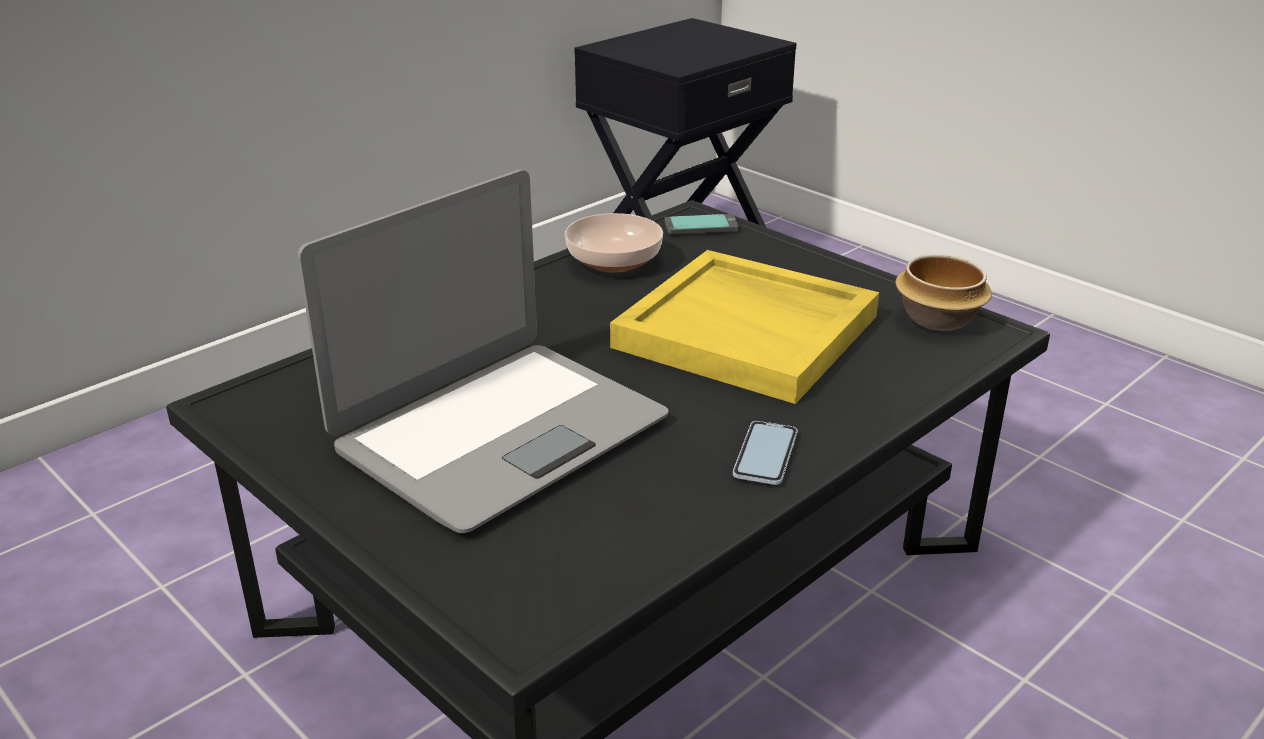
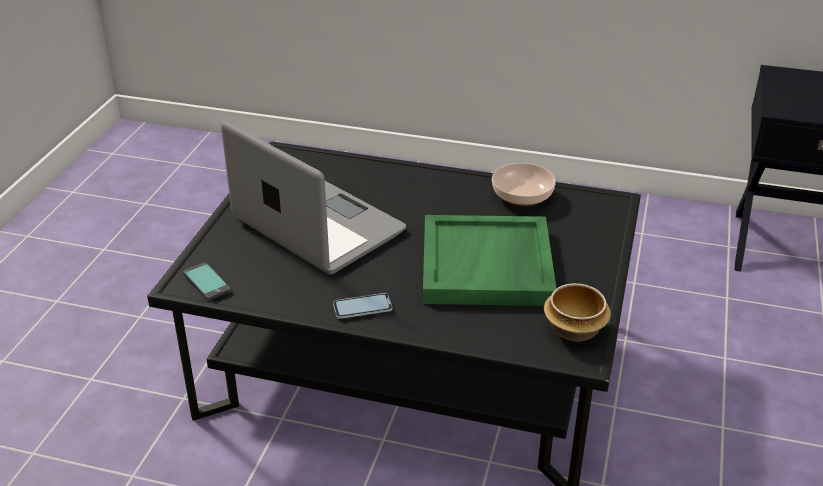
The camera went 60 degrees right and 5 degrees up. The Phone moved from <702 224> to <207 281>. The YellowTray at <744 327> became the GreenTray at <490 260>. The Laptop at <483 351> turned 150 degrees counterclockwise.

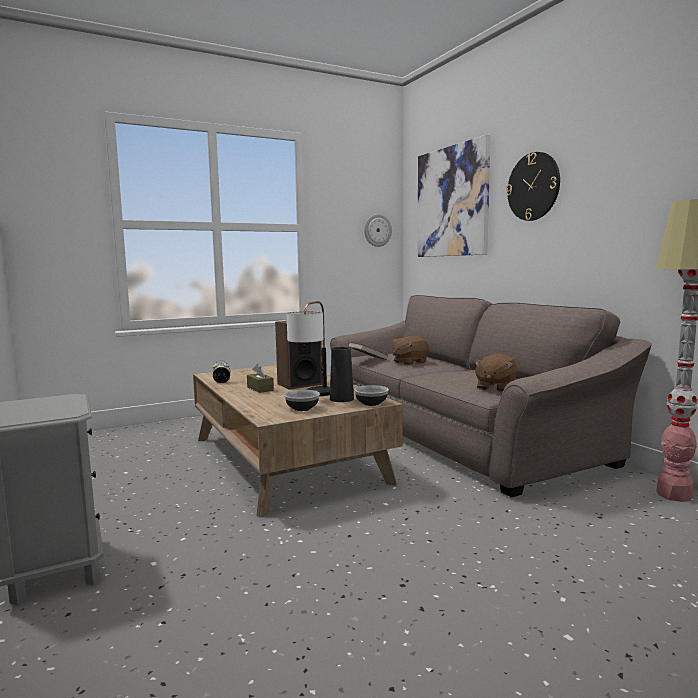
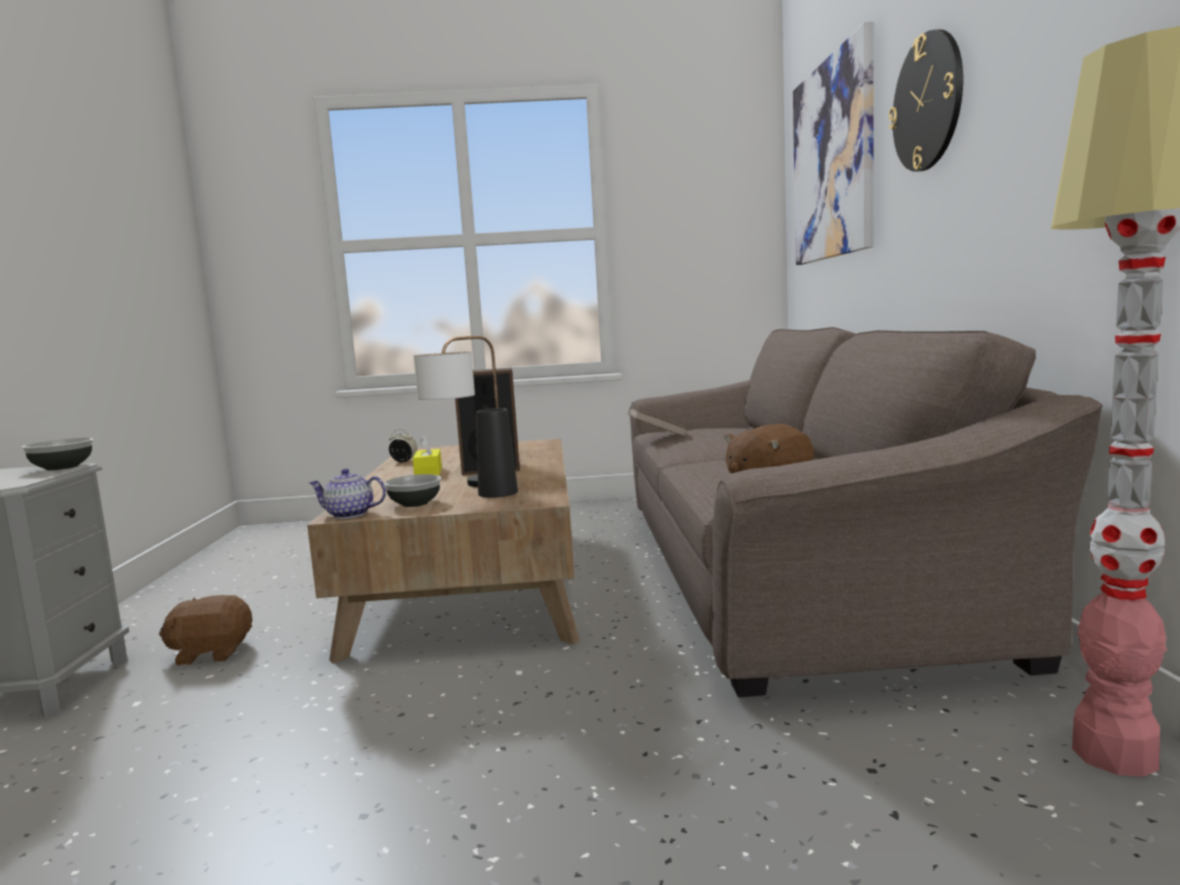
The camera went 25 degrees right and 0 degrees up. The WallClock at <378 230> disappeared. The Teapot at <347 494> appeared. The Bowl moved from <371 395> to <57 454>. The BrownPlushToy moved from <410 350> to <205 630>. The BrownTissueBox at <260 378> became the YellowTissueBox at <427 455>.

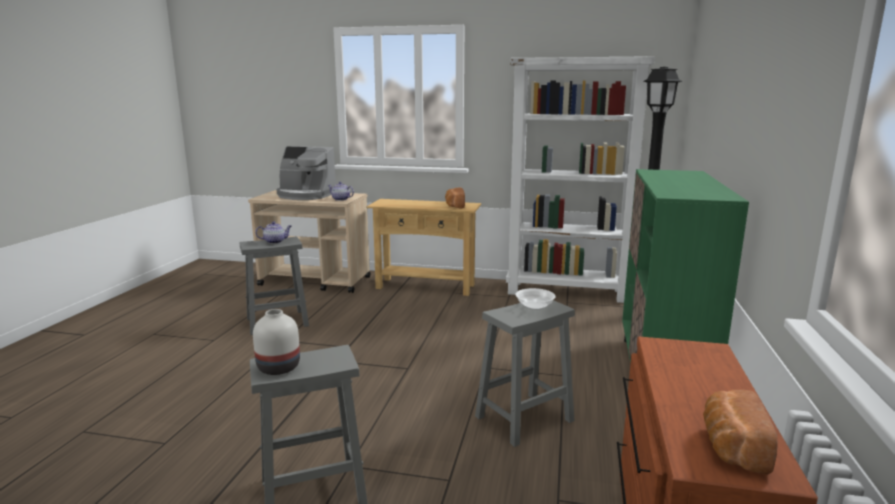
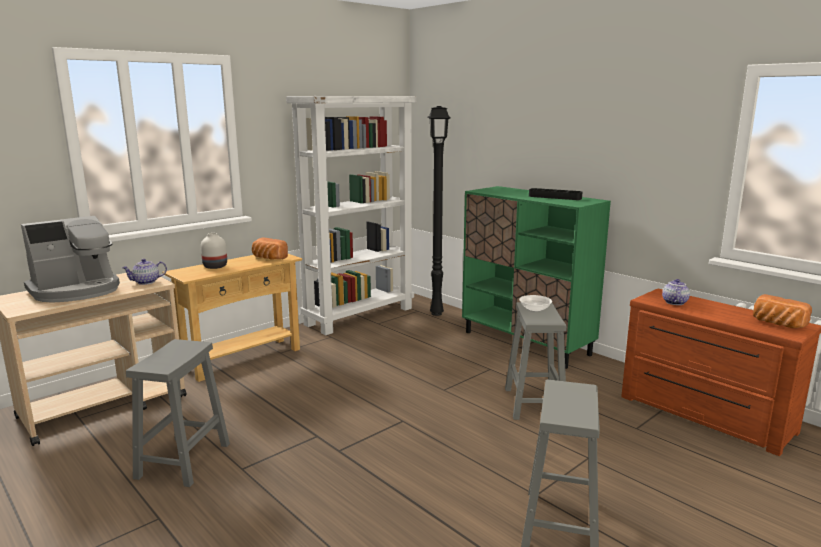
The camera went 55 degrees left and 0 degrees up. The BlackTray at <555 194> appeared. The WhiteVase moved from <276 342> to <214 251>. The Teapot moved from <273 232> to <676 292>.

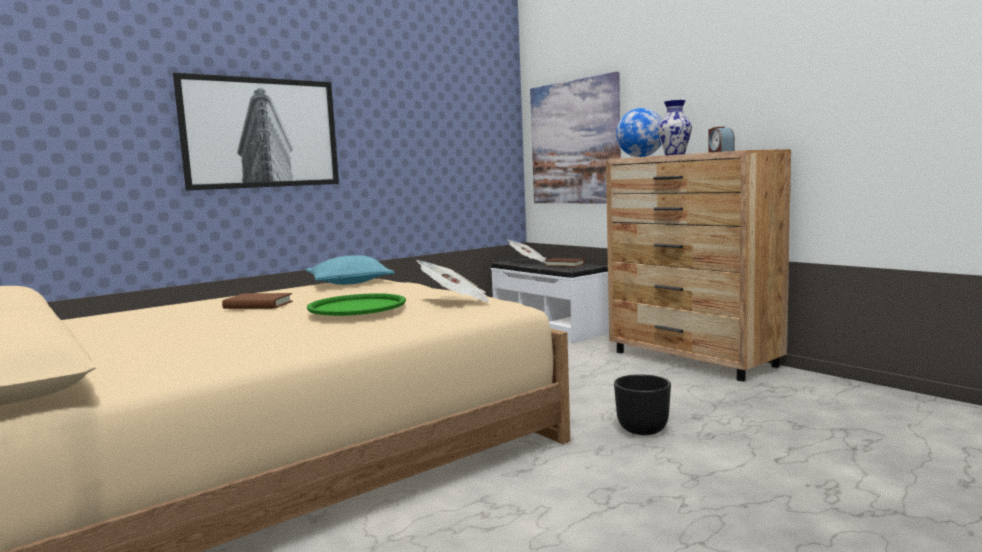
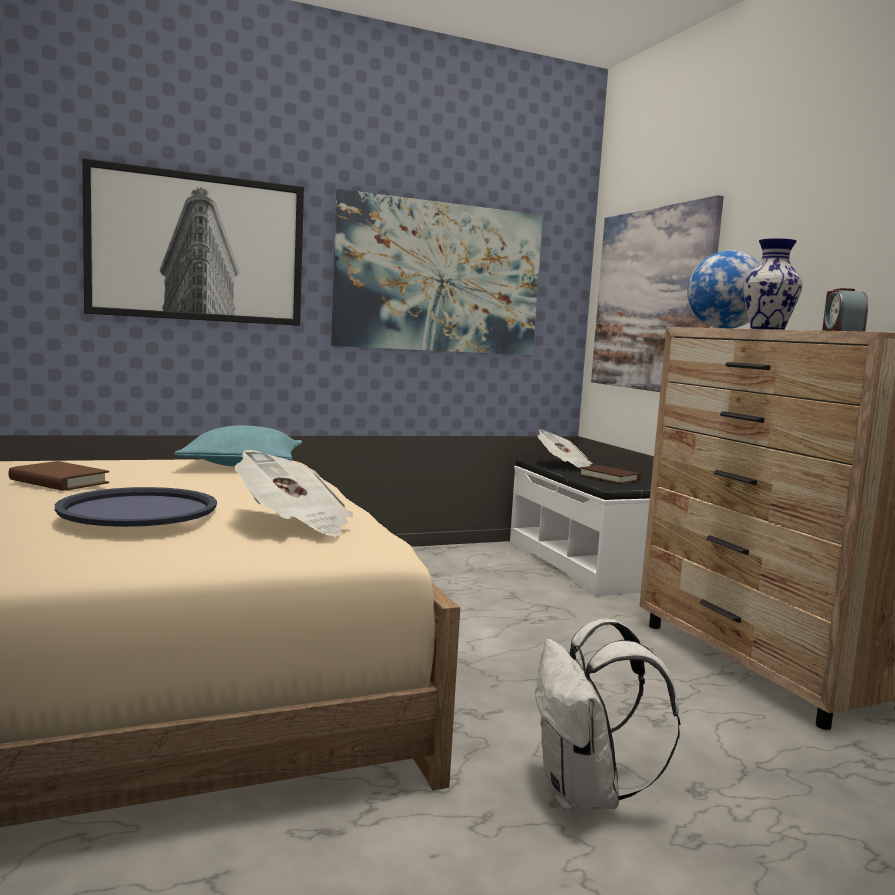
The camera went 15 degrees right and 0 degrees up. The Picture at <437 272> appeared. The BlackPlanter at <642 404> was replaced by the WhiteBackpack at <607 715>. The GreenTray at <356 304> became the BlueTray at <136 507>.

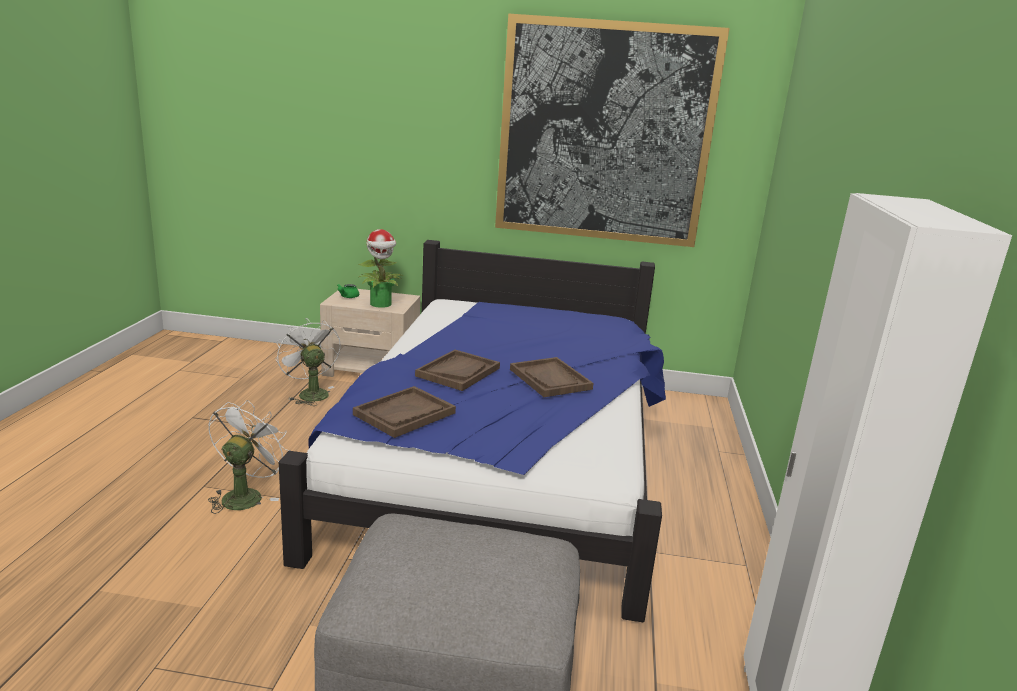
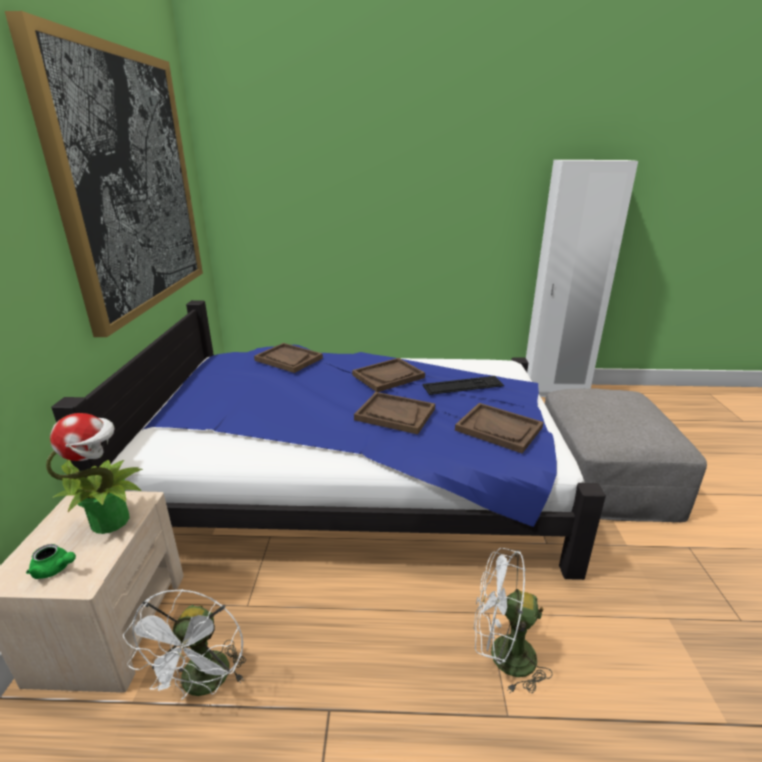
The camera went 95 degrees left and 5 degrees up. The BrownTray at <288 358> appeared. The Keyboard at <463 385> appeared. The WhiteFan at <308 362> turned 45 degrees counterclockwise.

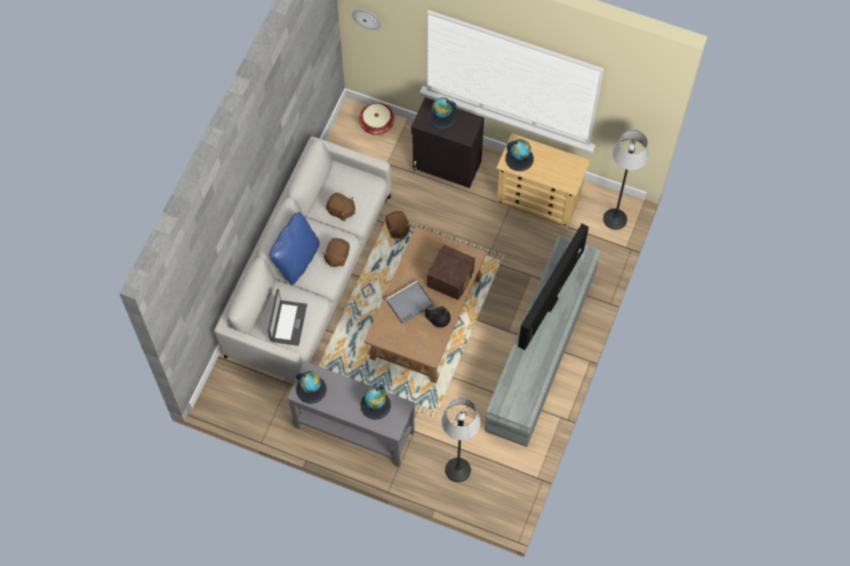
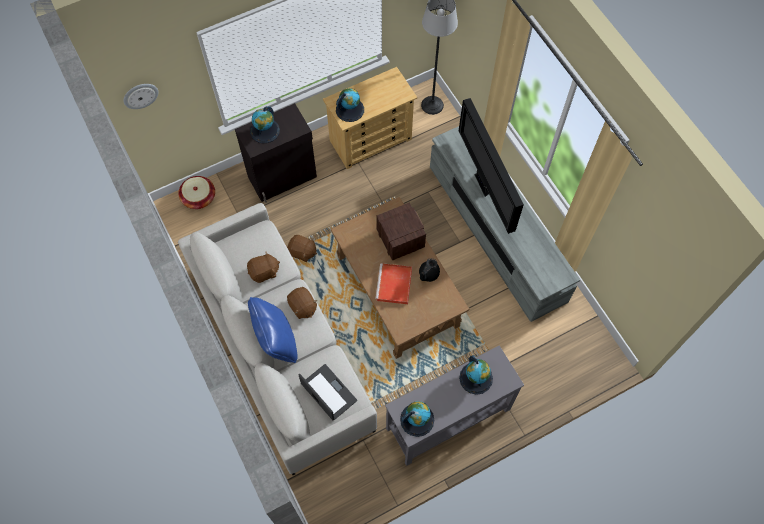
The camera went 50 degrees left and 0 degrees up. The FloorLamp at <461 440> disappeared. The GreyTray at <410 302> became the RedTray at <393 283>.

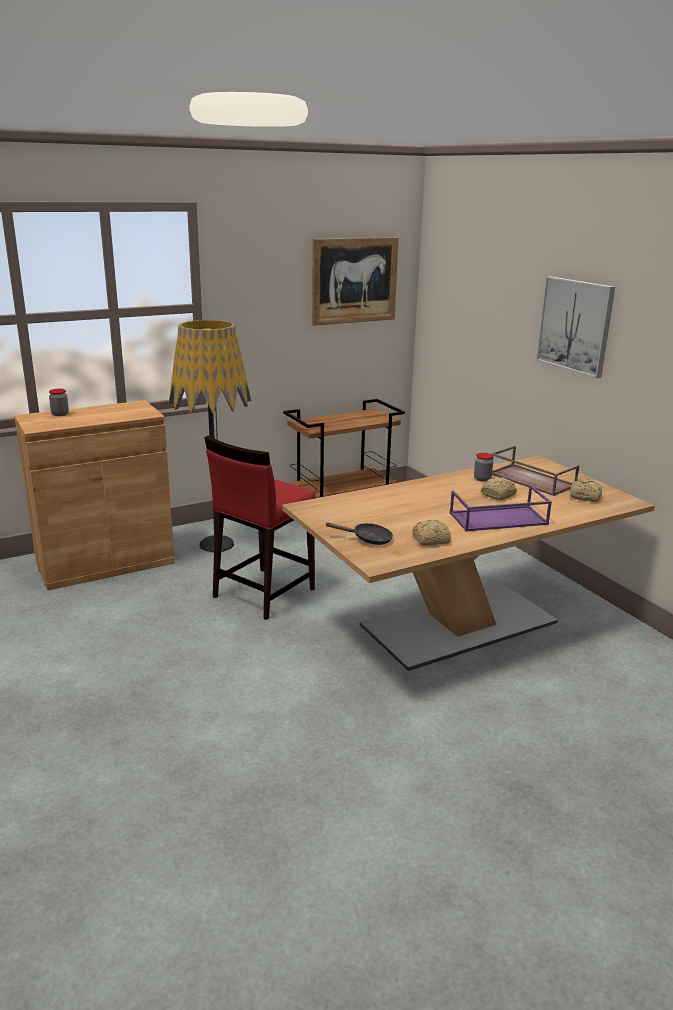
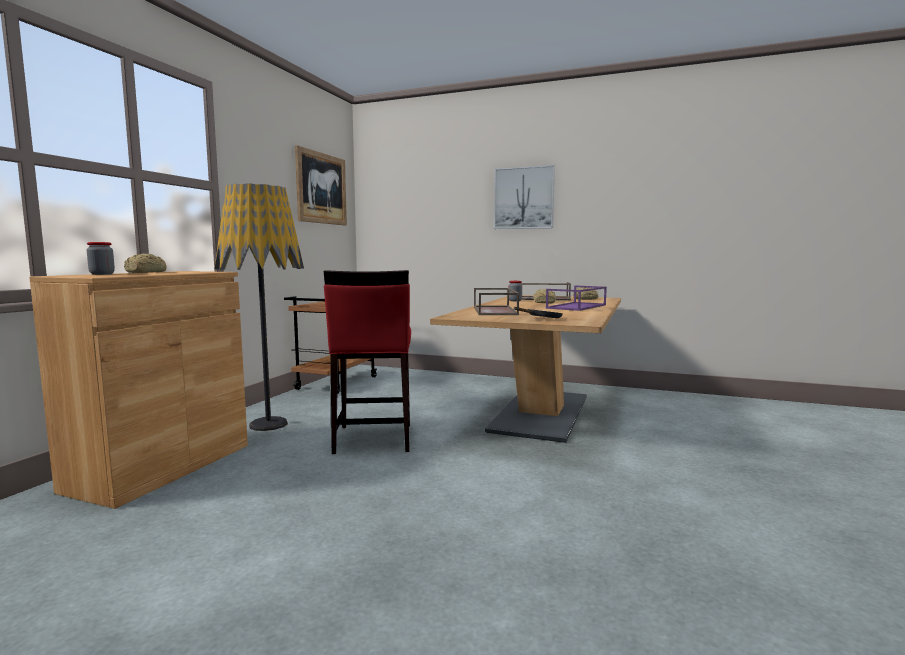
The camera went 40 degrees left and 15 degrees down. The BrownTray at <496 301> appeared. The Bread moved from <431 533> to <145 263>.

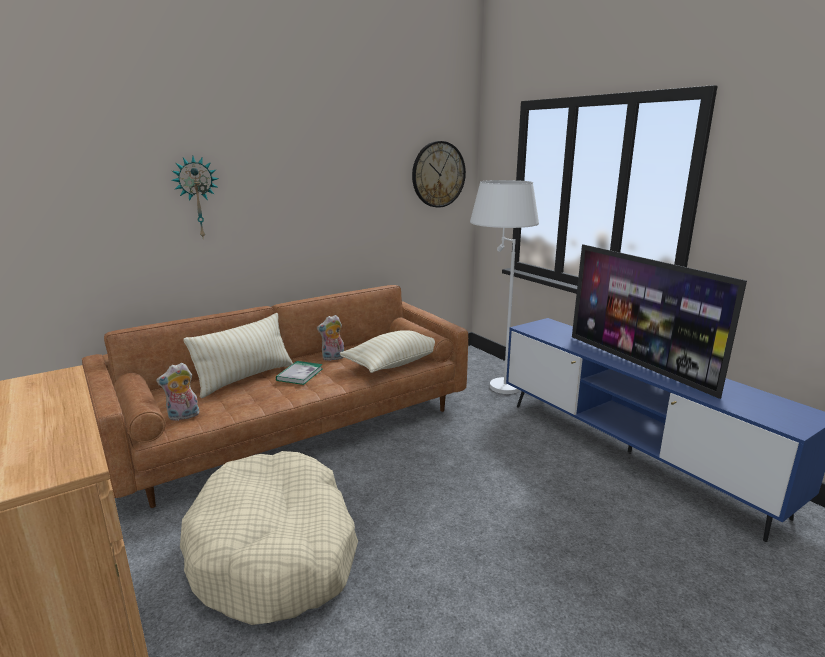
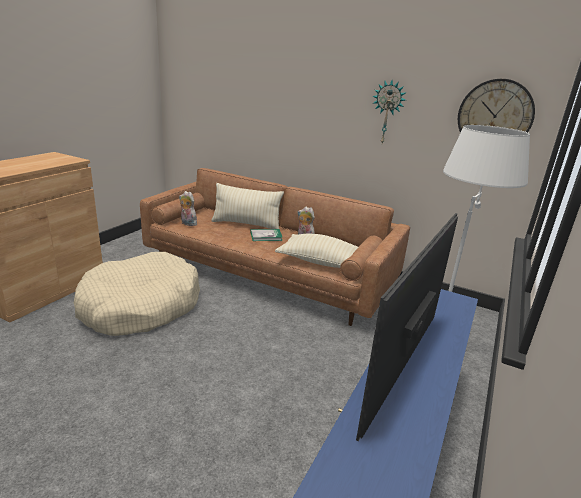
The camera went 60 degrees right and 5 degrees up. The WallClock moved from <195 196> to <388 112>.

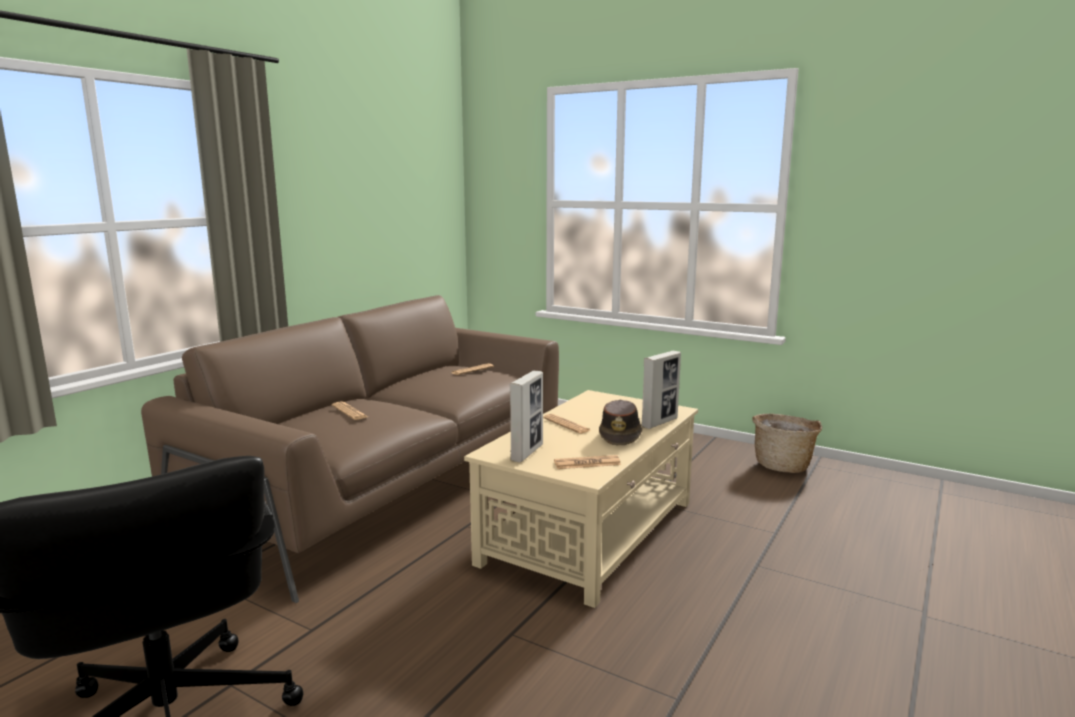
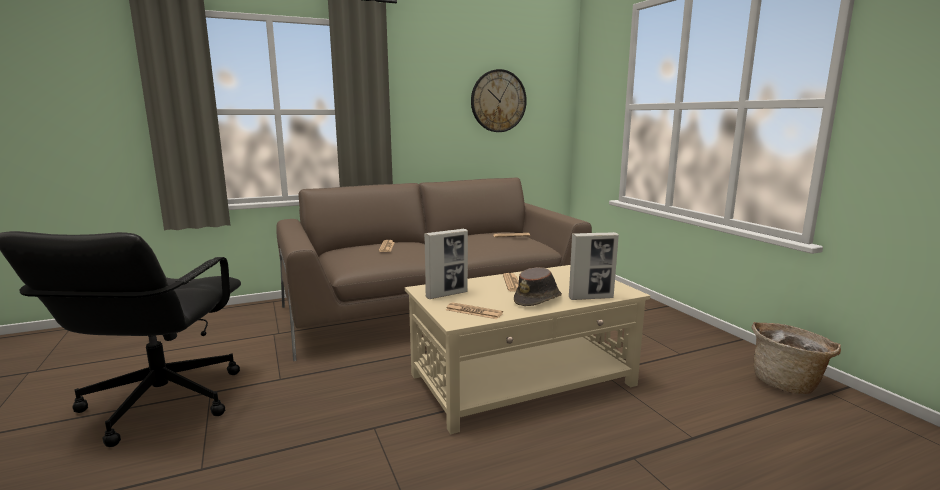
The camera went 35 degrees right and 0 degrees up. The WallClock at <499 100> appeared.

